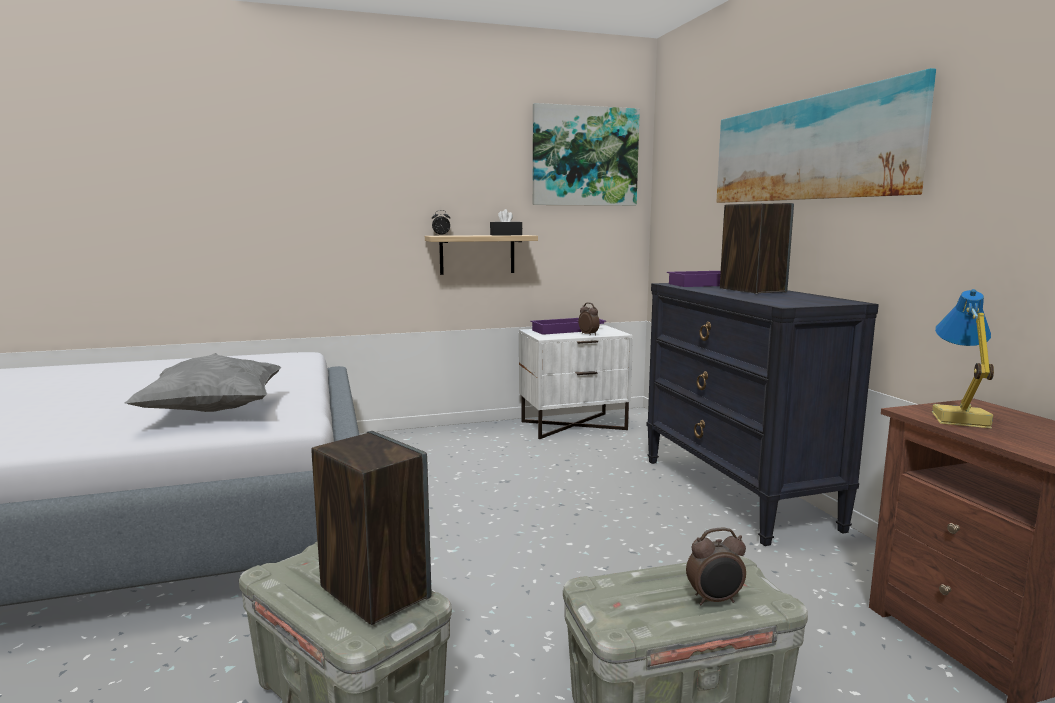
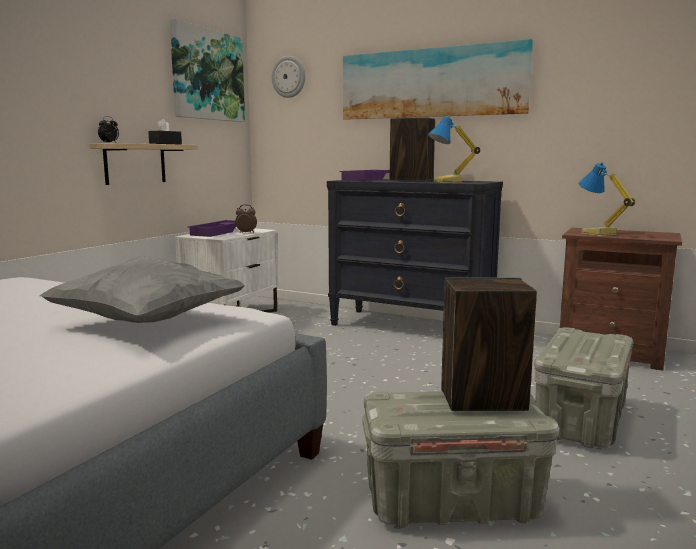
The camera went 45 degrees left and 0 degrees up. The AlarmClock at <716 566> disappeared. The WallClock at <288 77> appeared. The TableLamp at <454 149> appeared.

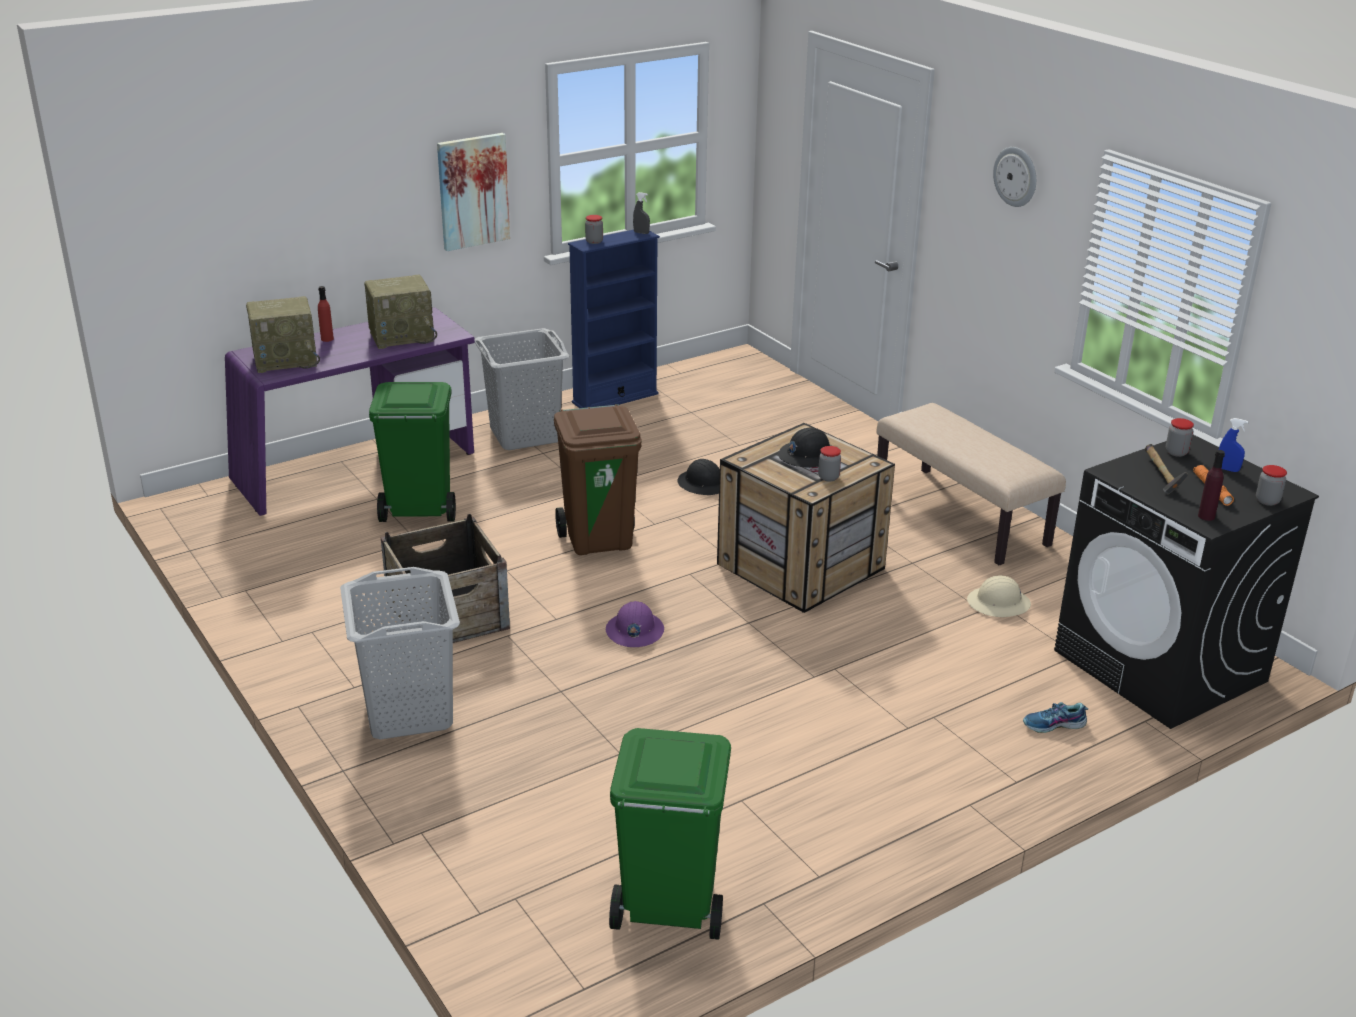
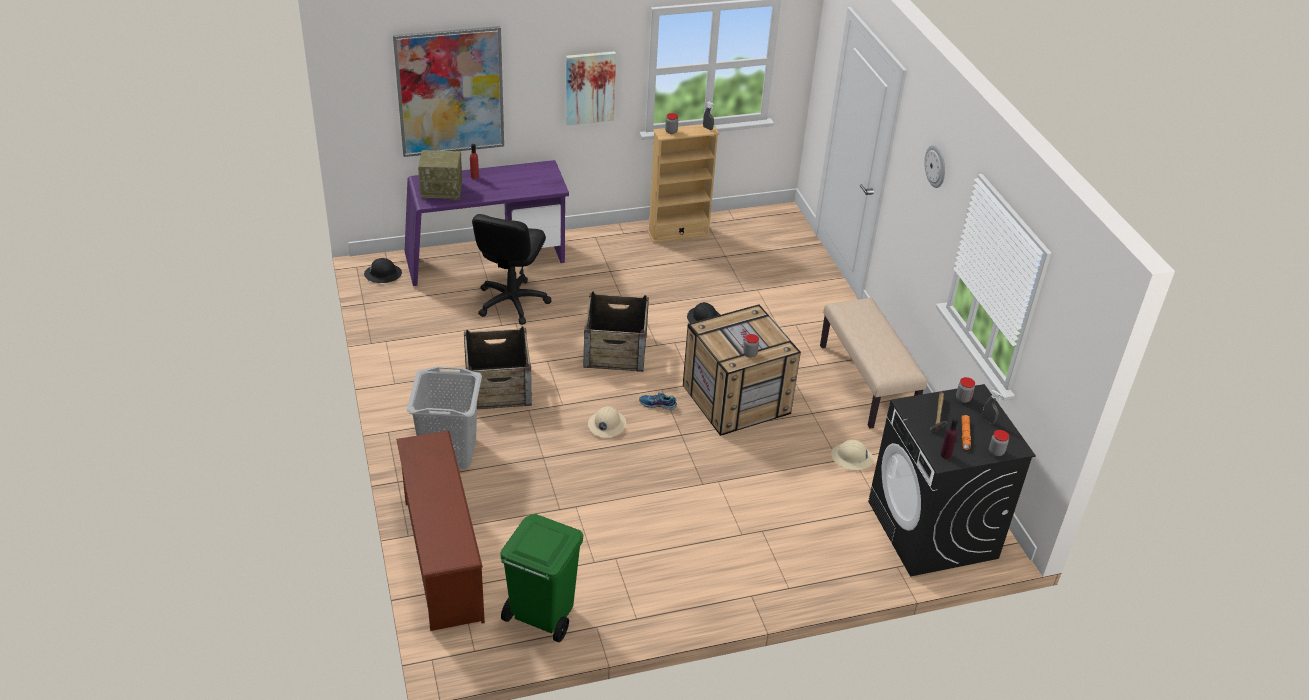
The camera went 15 degrees right and 10 degrees up. The Radio at <400 312> disappeared. The GreyLaundryBasket at <522 389> disappeared. The Picture at <448 91> appeared. The BrownShoeRack at <440 531> appeared. The BlackHardHat moved from <804 447> to <383 270>. The Shoe moved from <1055 717> to <658 401>. The GreenTrashCan at <412 452> was replaced by the BlackOfficeChair at <511 269>. The BrownTrashCan at <598 479> was replaced by the Crate at <616 332>. The BlueBookcase at <614 319> became the BeigeBookcase at <683 183>. The PurpleHardHat at <635 624> became the BeigeHardHat at <607 422>. The BlueSprayBottle at <1234 445> became the GreySprayBottle at <992 407>.

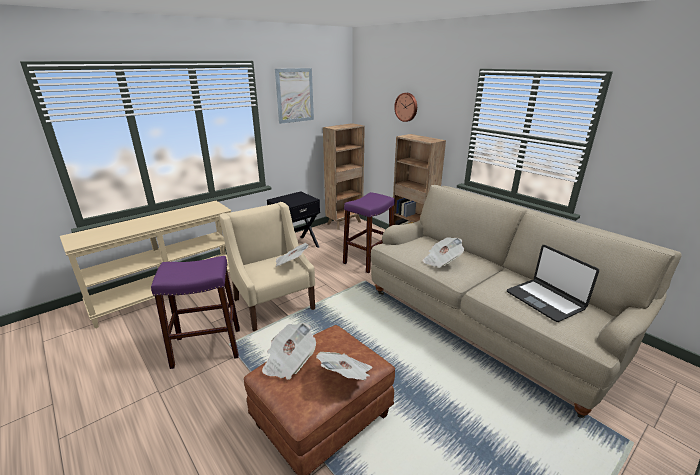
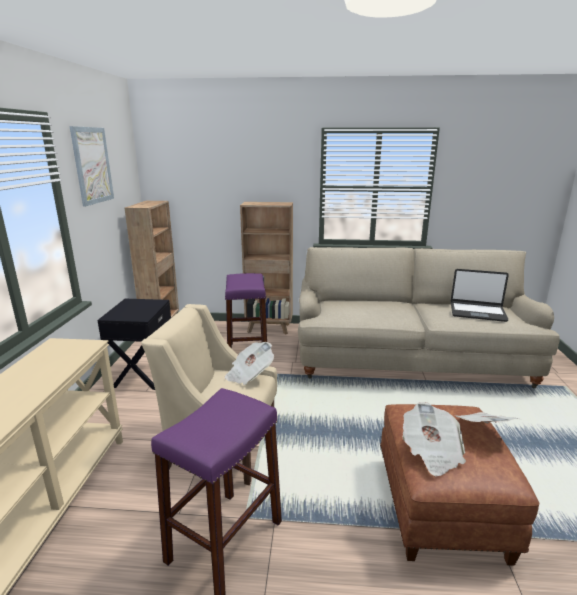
The camera went 45 degrees left and 5 degrees down. The WallClock at <405 107> disappeared. The Newspaper at <443 252> disappeared.

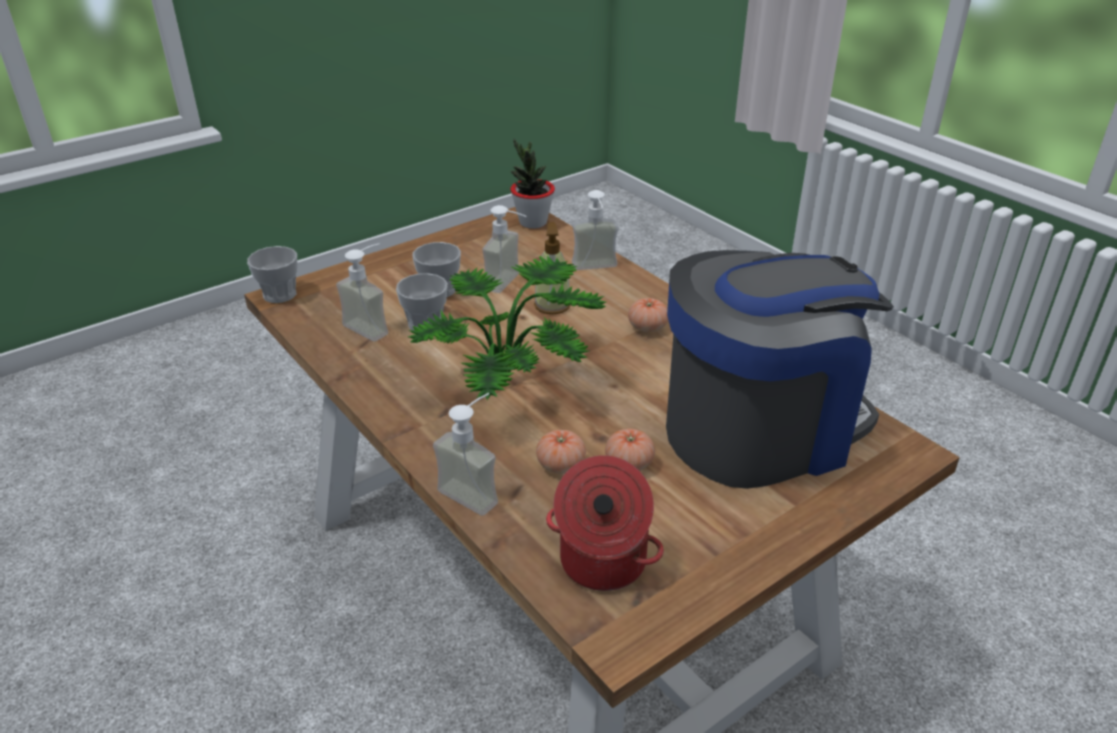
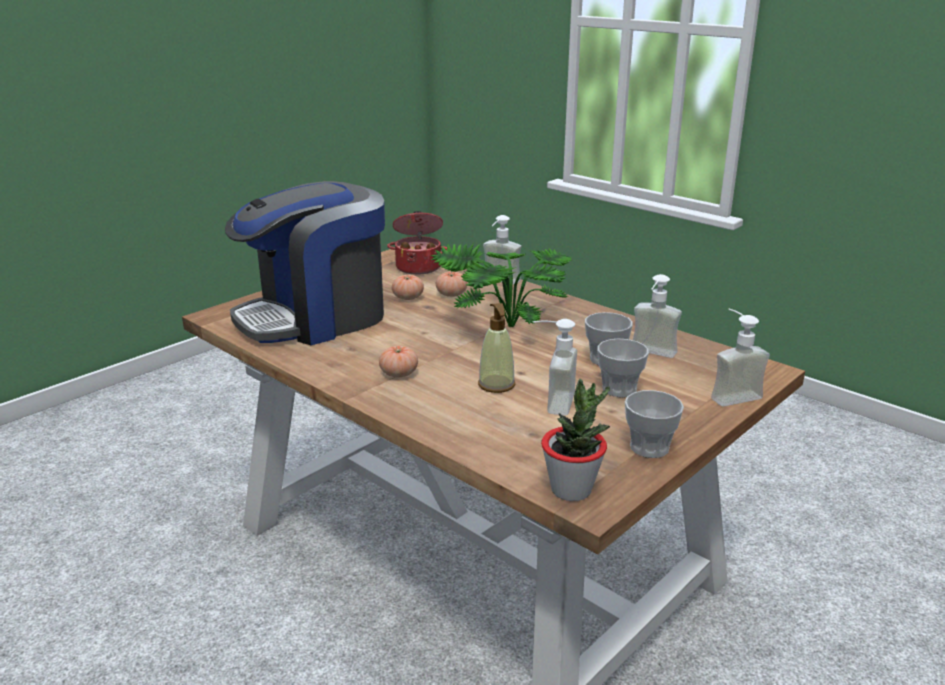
The camera went 170 degrees right and 10 degrees down. The Cup moved from <272 274> to <654 424>. The SoapDispenser moved from <595 230> to <740 358>.

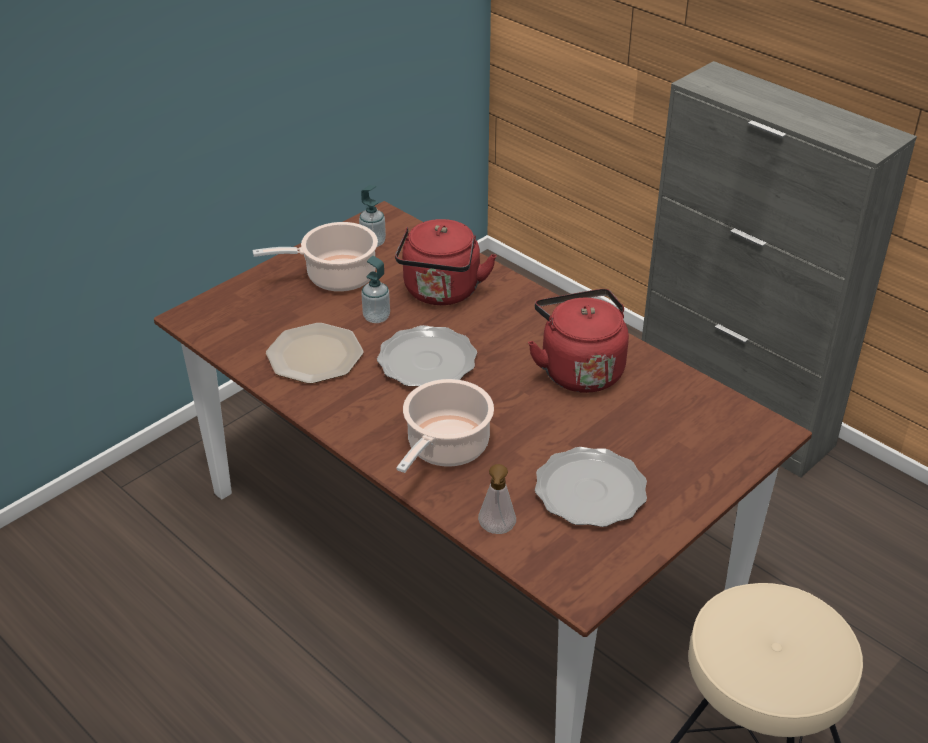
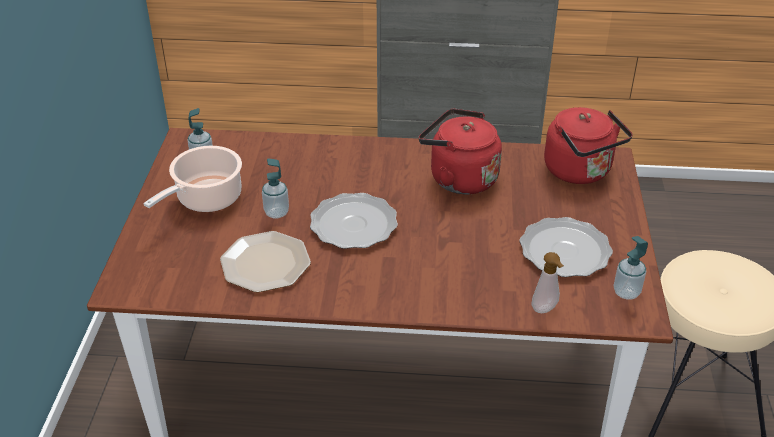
The camera went 40 degrees left and 0 degrees up. The CookingPot at <445 426> disappeared. The SoapDispenser at <631 268> appeared. The RedKettle moved from <446 262> to <588 145>.

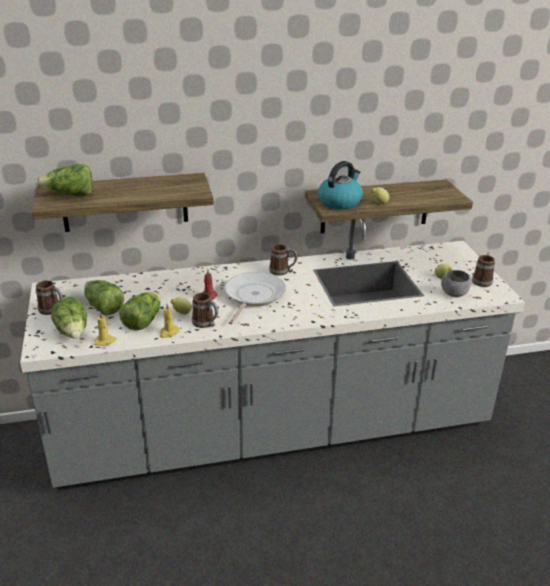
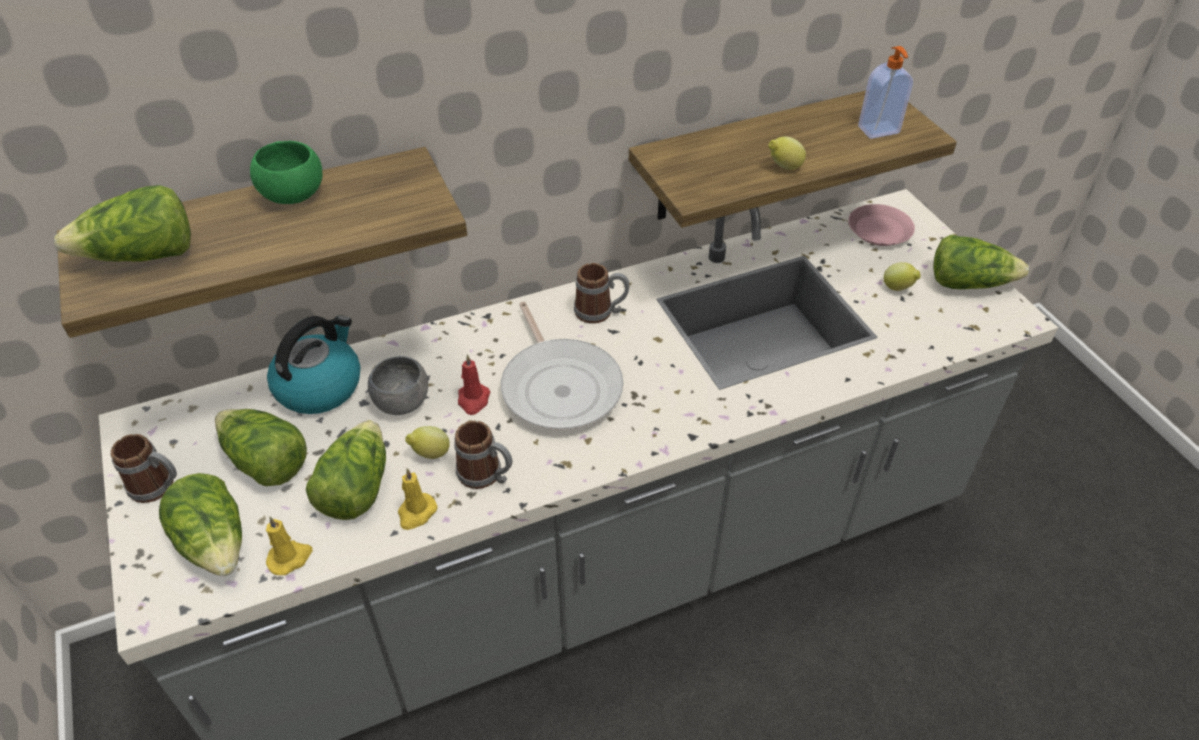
The camera went 10 degrees left and 15 degrees up. The GreenBowl at <286 172> appeared. The PinkPlate at <881 225> appeared. The SoapDispenser at <885 92> appeared. The Kettle moved from <340 185> to <314 364>. The GreyBowl moved from <456 283> to <398 385>. The Mug at <483 269> was replaced by the Lettuce at <981 261>. The FryingPan at <255 298> turned 150 degrees clockwise.

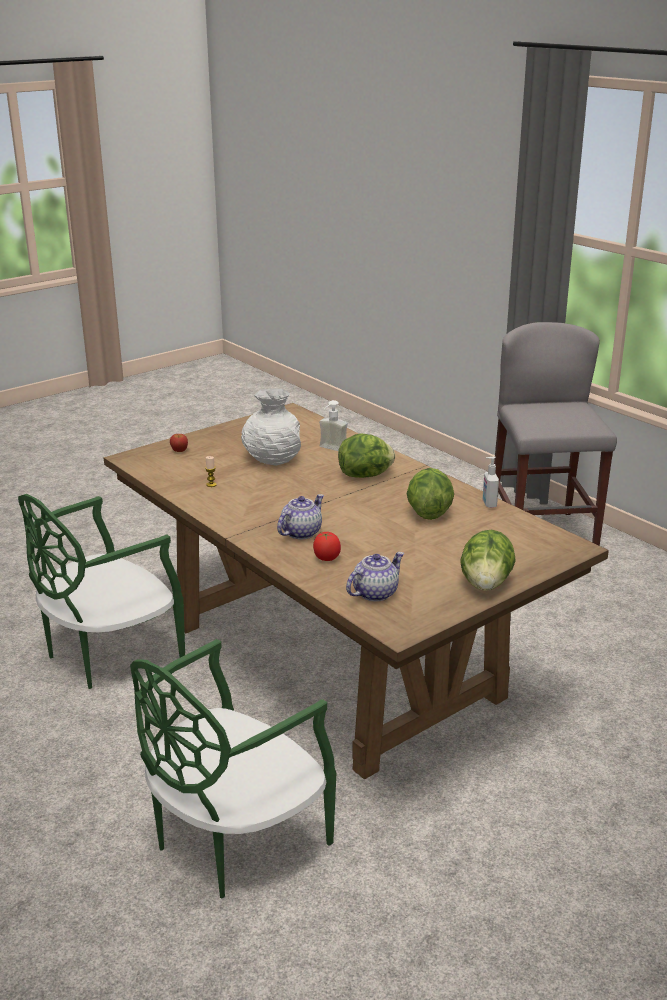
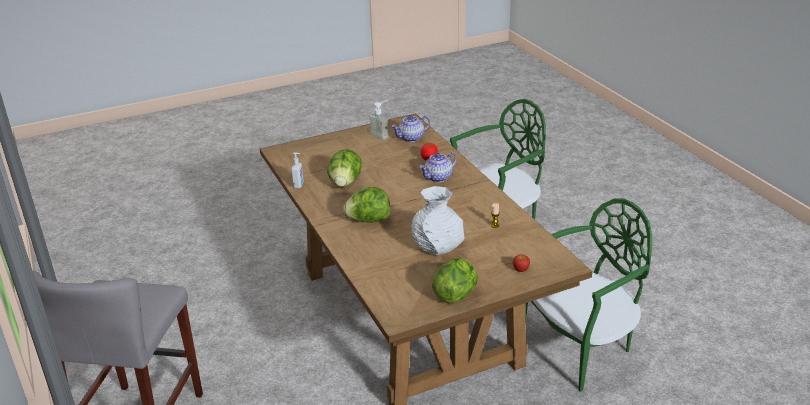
The camera went 165 degrees left and 5 degrees up. The SoapDispenser moved from <333 425> to <379 120>. The Lettuce moved from <488 560> to <455 280>.

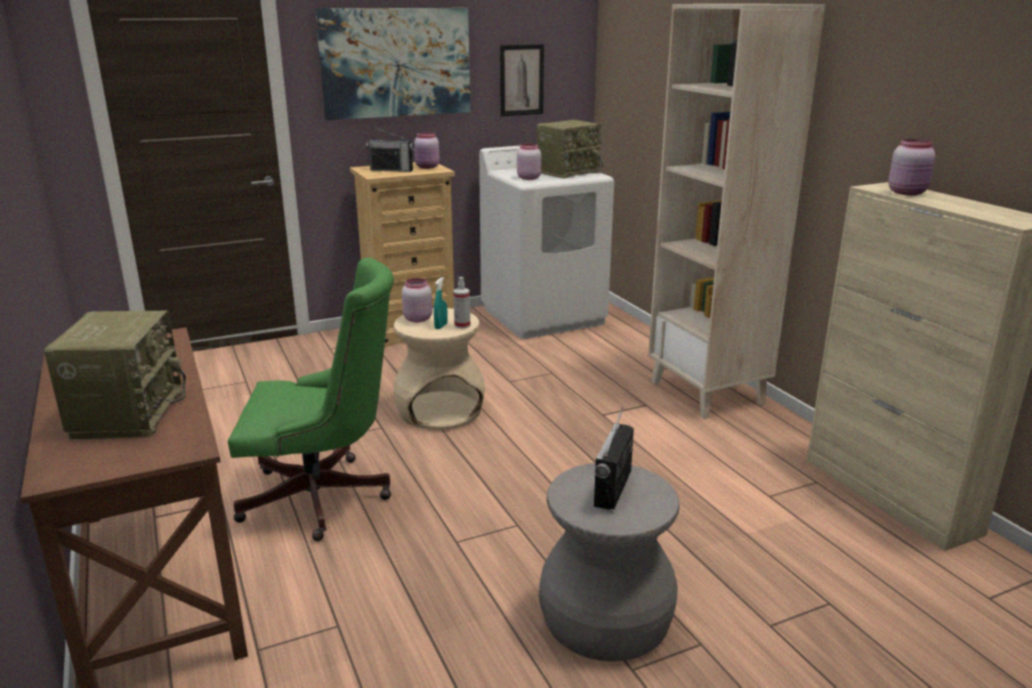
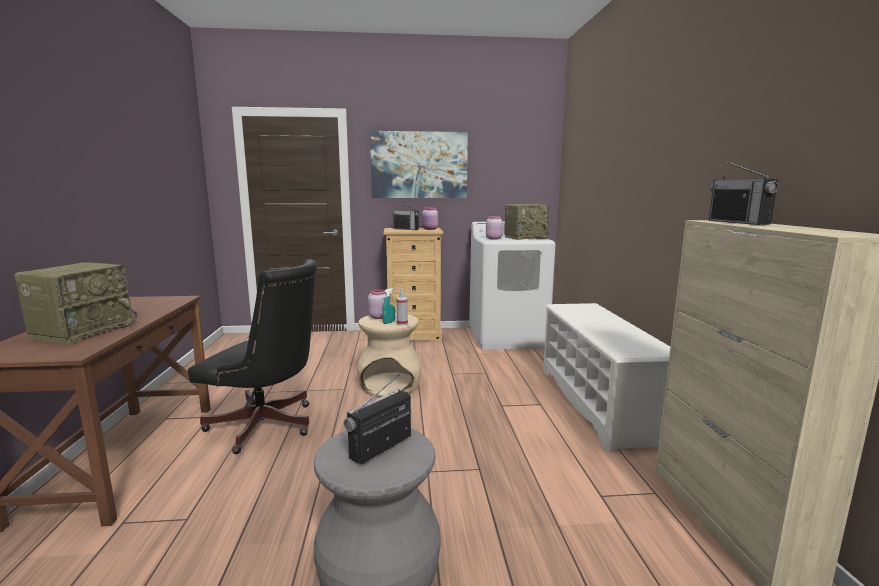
The camera went 20 degrees right and 10 degrees down. The Picture at <522 80> disappeared. The BeigeBookcase at <736 211> was replaced by the WhiteShoeRack at <606 377>. The PinkJar at <911 167> was replaced by the Radio at <744 193>. The GreenOfficeChair at <311 399> became the BlackOfficeChair at <252 356>.

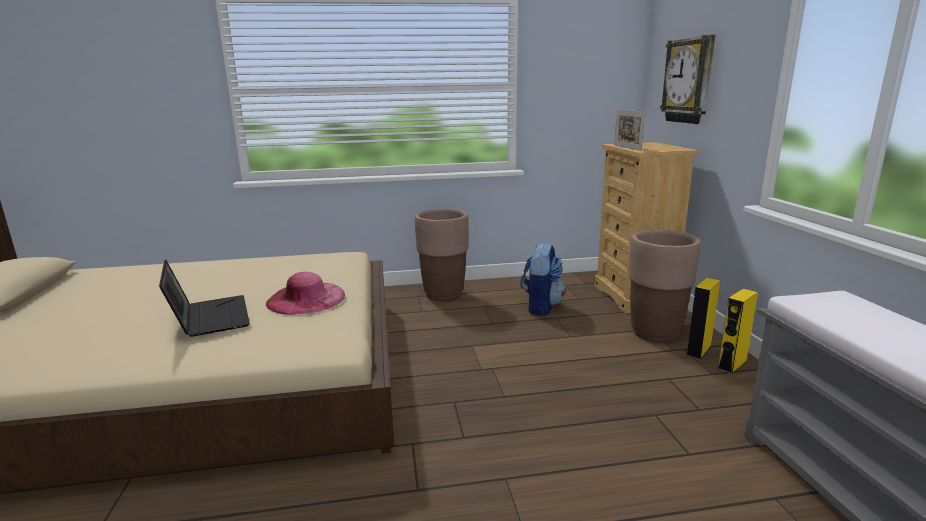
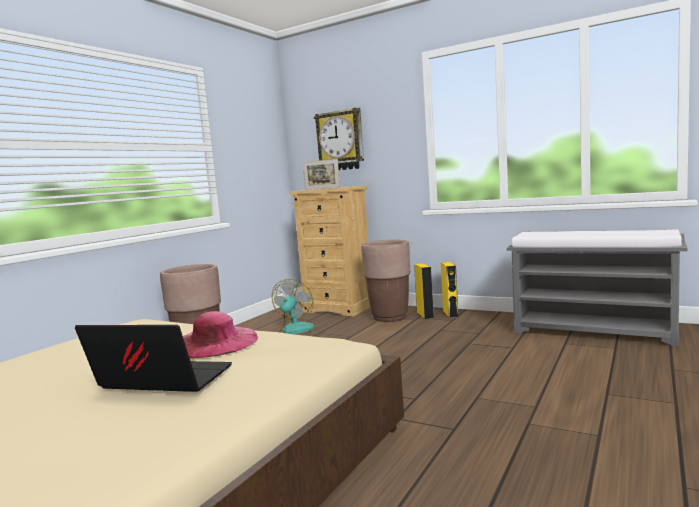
The camera went 50 degrees left and 10 degrees down. The Backpack at <543 279> was replaced by the Fan at <294 308>.

